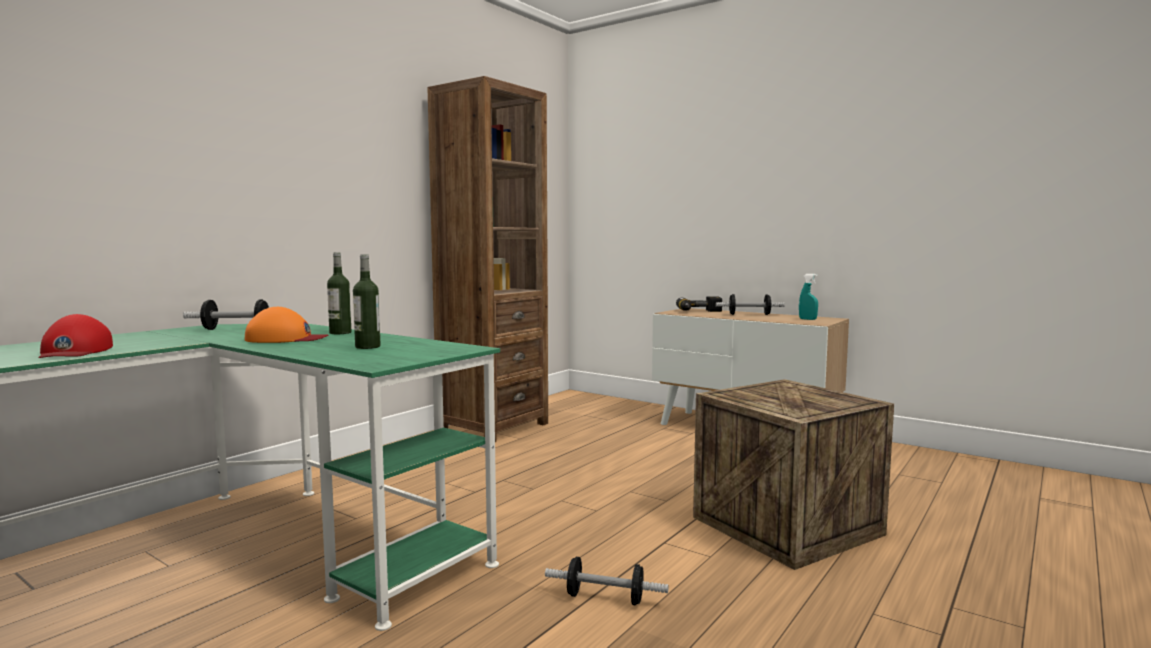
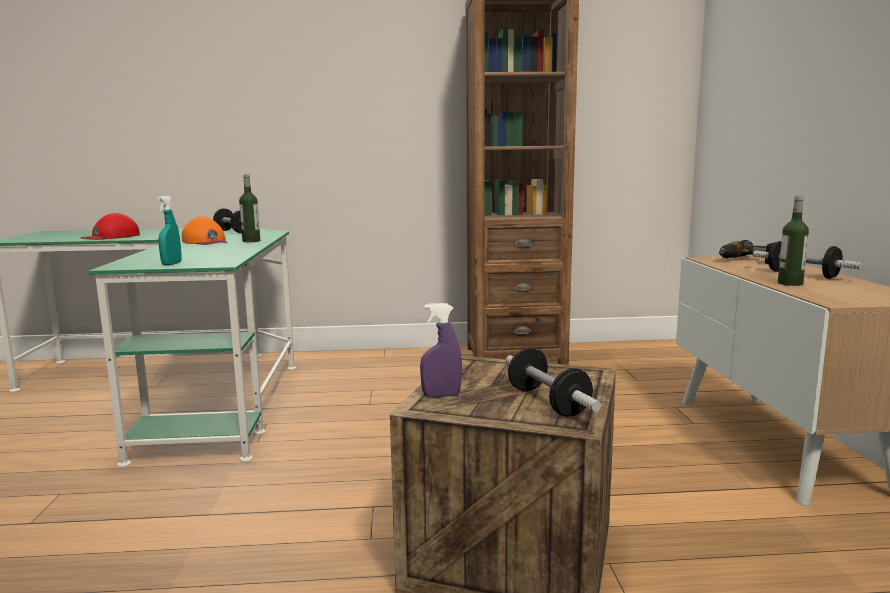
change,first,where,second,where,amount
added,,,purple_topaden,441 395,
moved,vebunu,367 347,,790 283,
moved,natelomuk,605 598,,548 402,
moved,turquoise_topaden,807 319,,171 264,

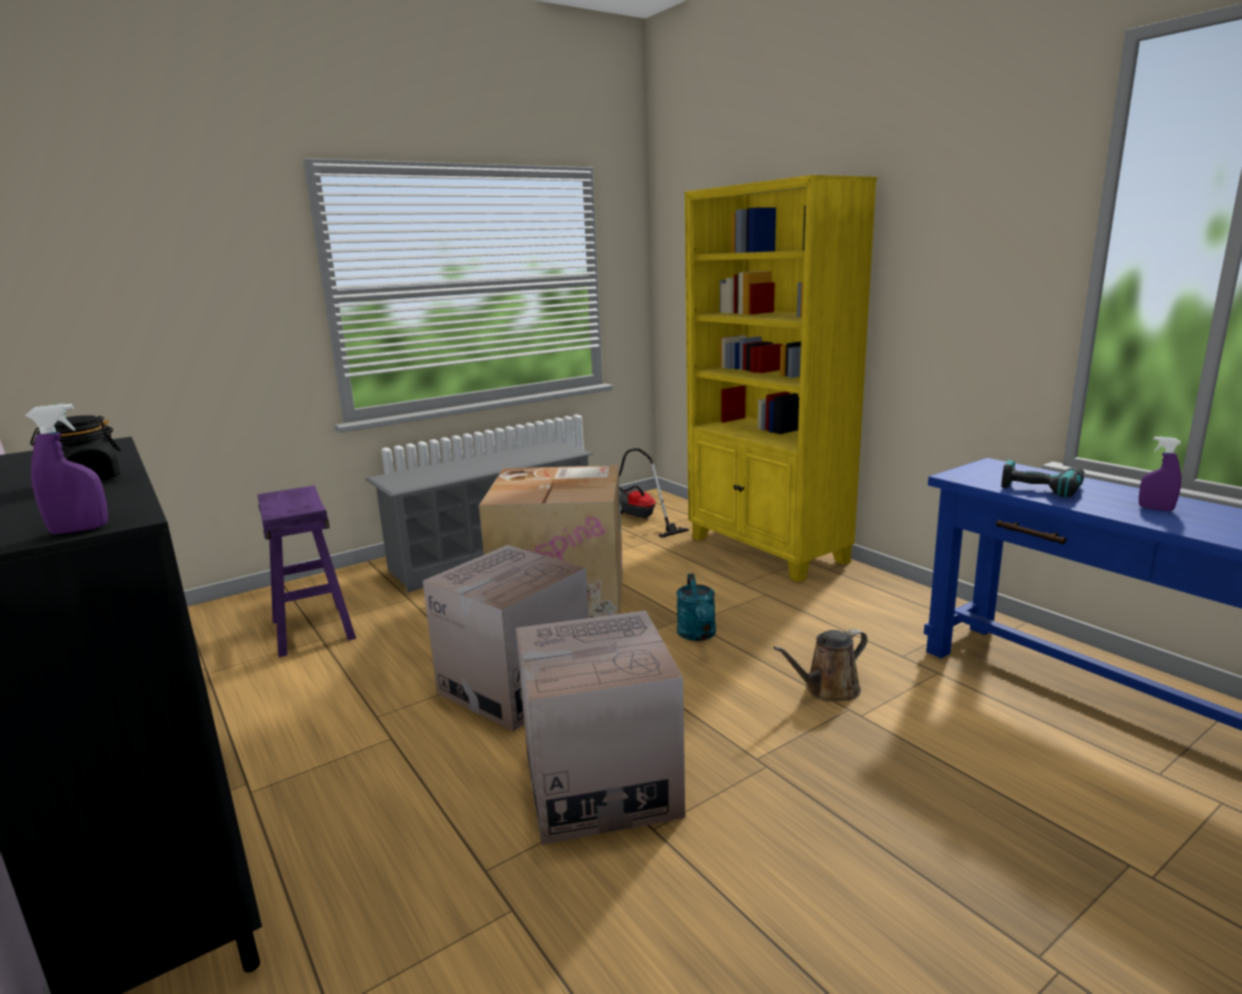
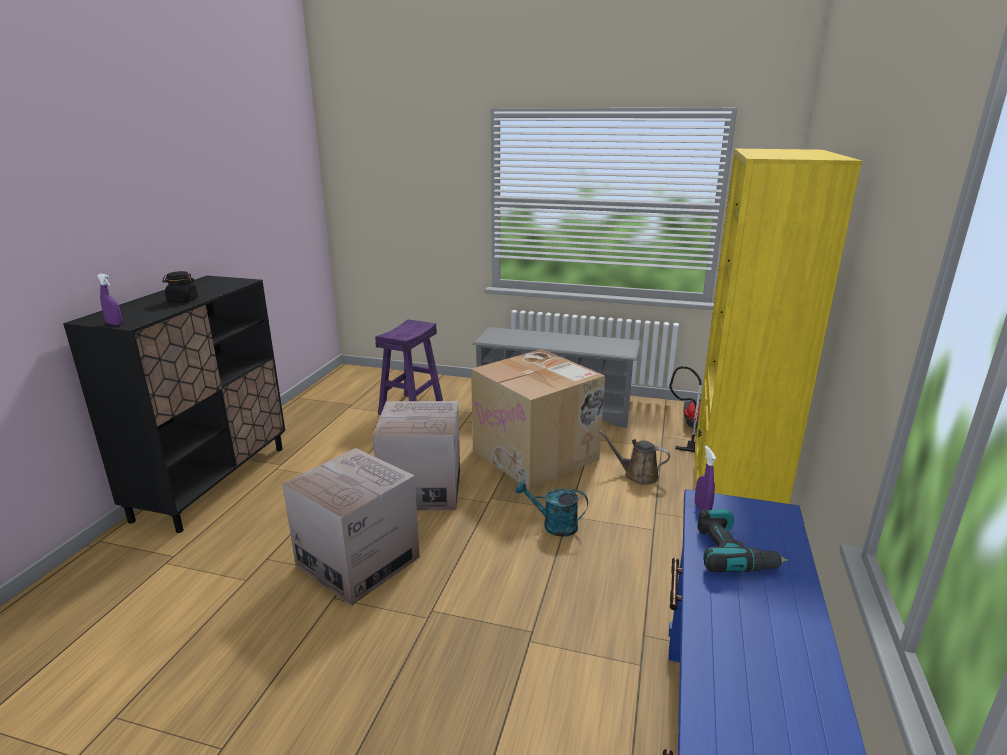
change,first,where,second,where,amount
moved,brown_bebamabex,828 690,,637 475,
moved,purple_topaden,1155 509,,702 509,
turned,turquoise_bebamabex,698 635,,553 525,60 degrees clockwise

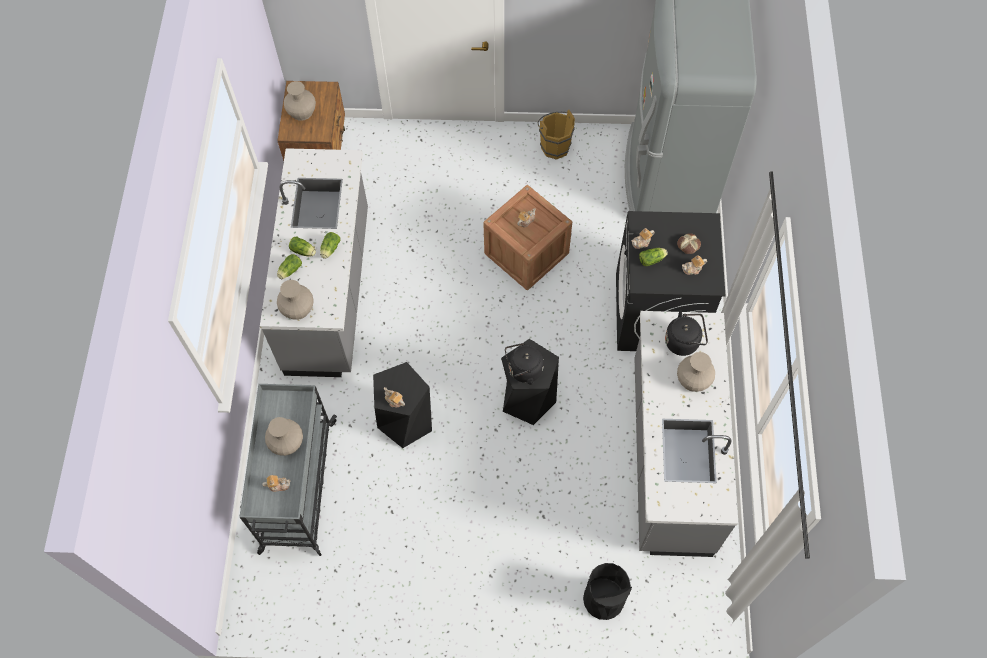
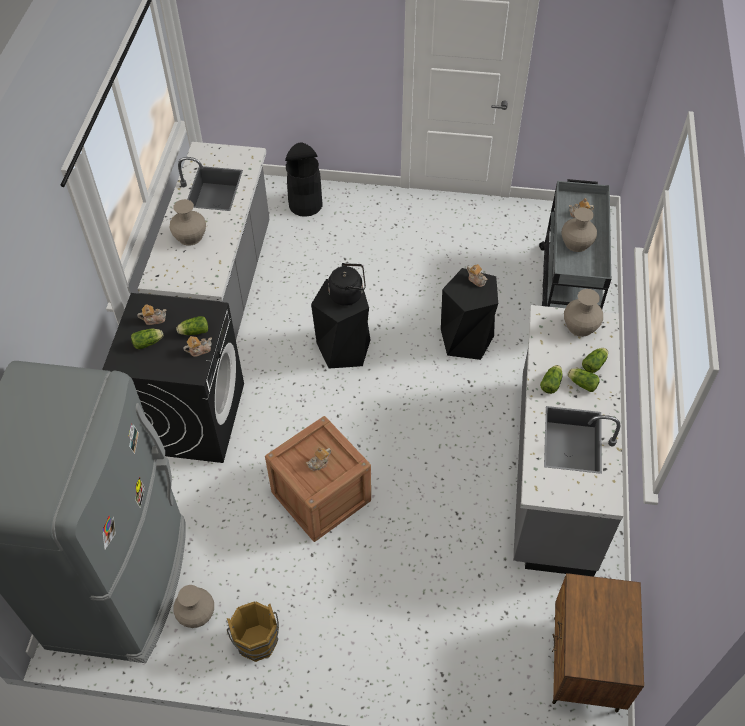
change,first,where,second,where,amount
removed,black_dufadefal,684 341,,,
moved,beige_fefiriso,302 111,,196 614,
replaced,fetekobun,688 245,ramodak,149 342,

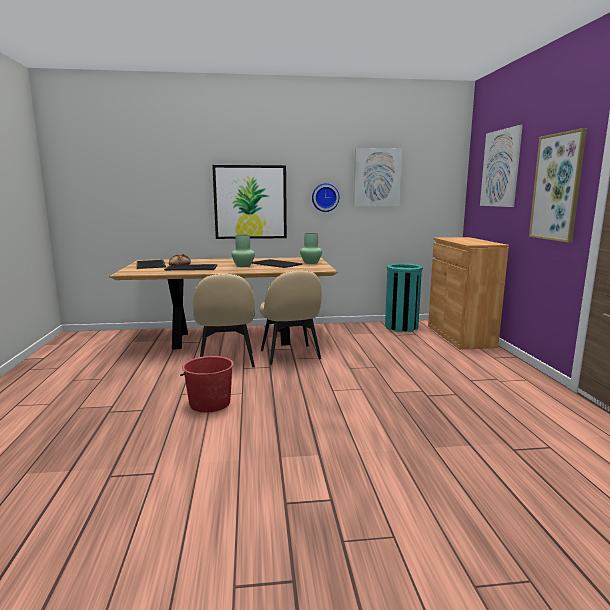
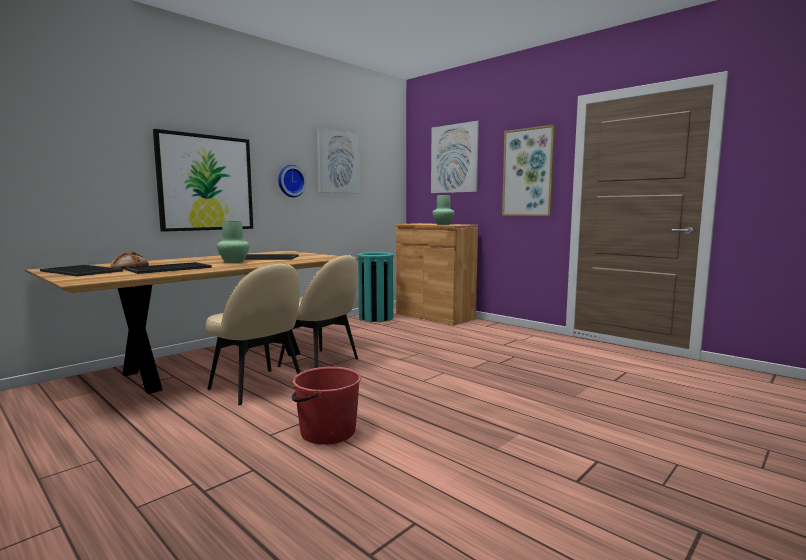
change,first,where,second,where,amount
moved,green_fefiriso,311 263,,443 224,

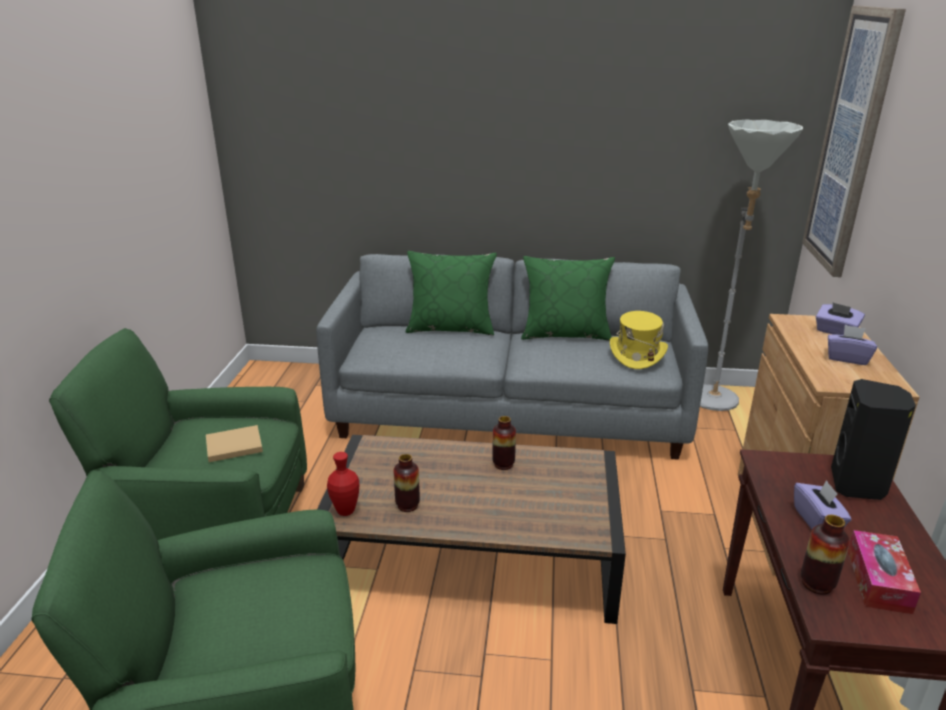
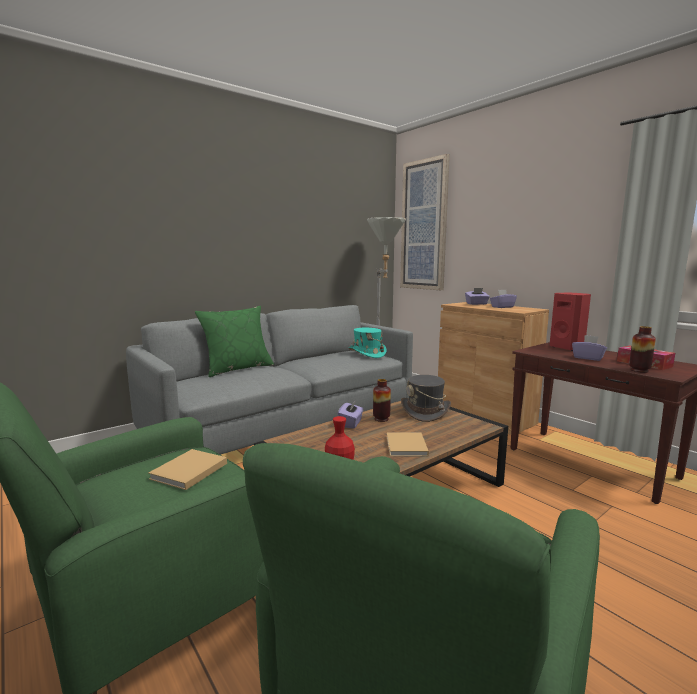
change,first,where,second,where,amount
removed,fefiriso,407 505,,,
removed,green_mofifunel,565 334,,,
added,,,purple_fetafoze,351 423,
added,,,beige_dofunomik,406 447,
added,,,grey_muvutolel,425 411,
recoloured,yellow_muvutolel,637 354,turquoise_muvutolel,367 354,
recoloured,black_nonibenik,858 485,red_nonibenik,567 348,

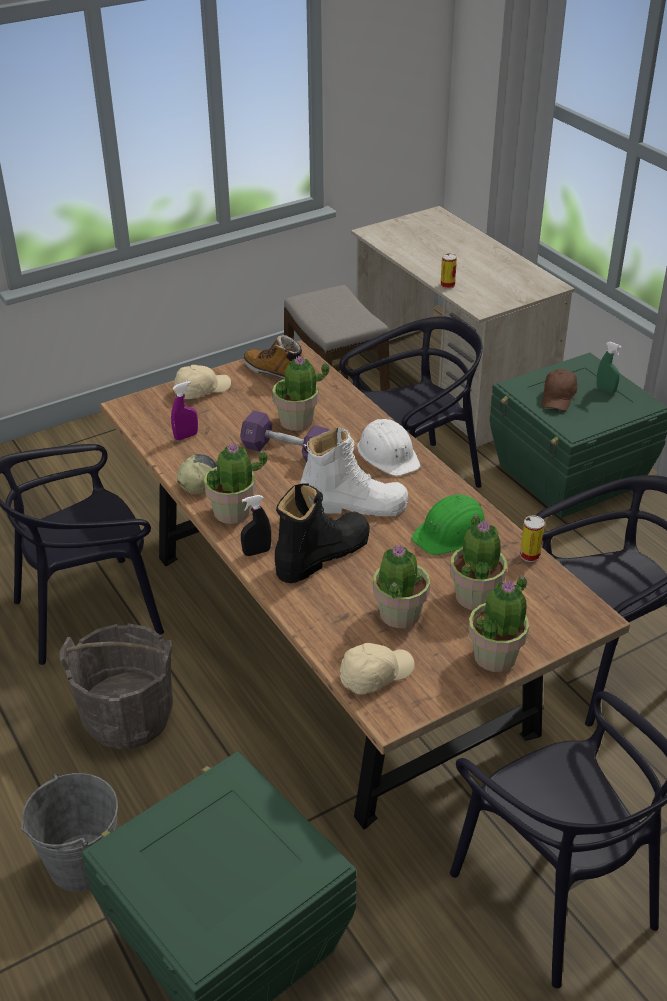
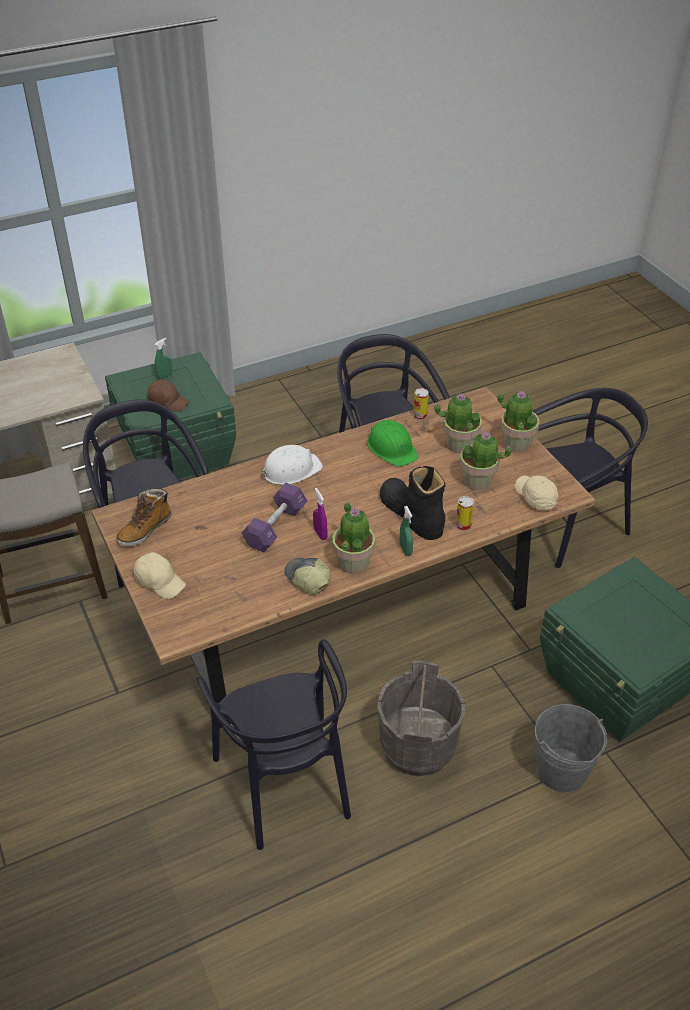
change,first,where,second,where,amount
removed,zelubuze,297 421,,,
removed,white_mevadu,354 505,,,
moved,purple_topaden,186 436,,320 534,
moved,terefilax,447 285,,463 525,
recoloured,black_topaden,257 552,green_topaden,405 549,
turned,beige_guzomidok,201 390,,160 581,150 degrees clockwise

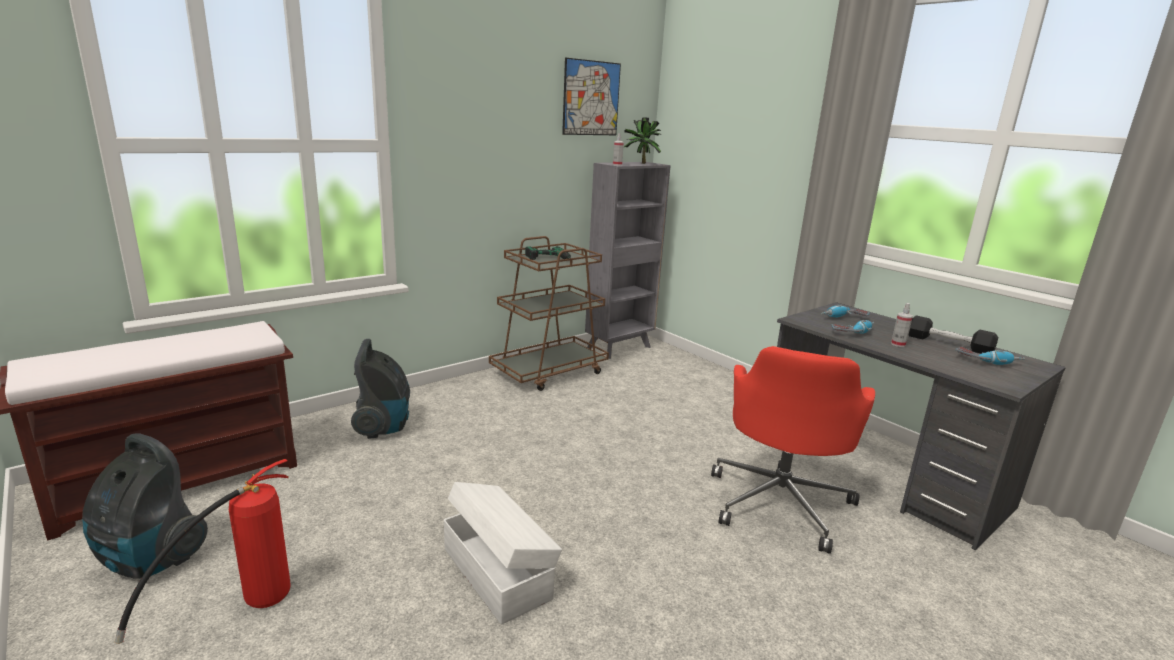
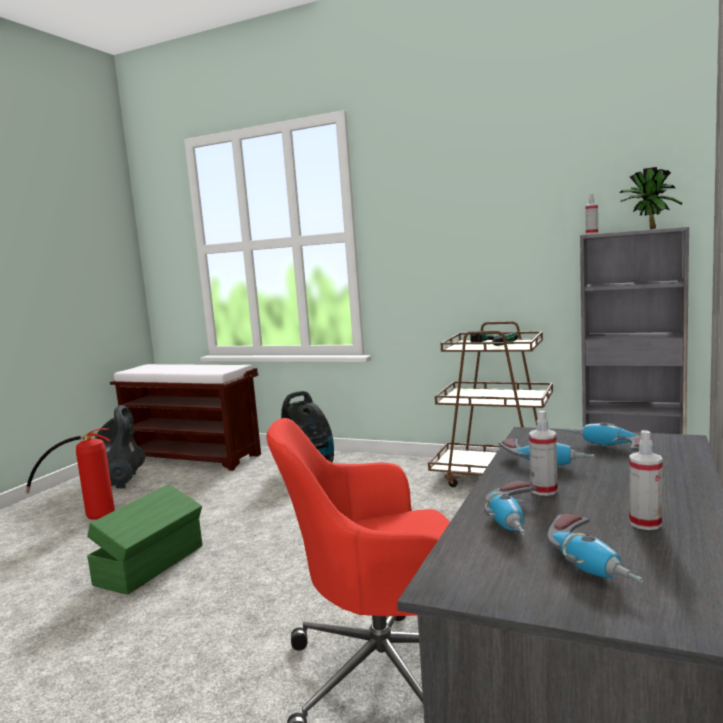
change,first,where,second,where,amount
removed,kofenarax,591 98,,,
added,,,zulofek,517 520,
replaced,black_natelomuk,948 344,topaden,645 523,
recoloured,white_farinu,497 572,green_farinu,152 564,

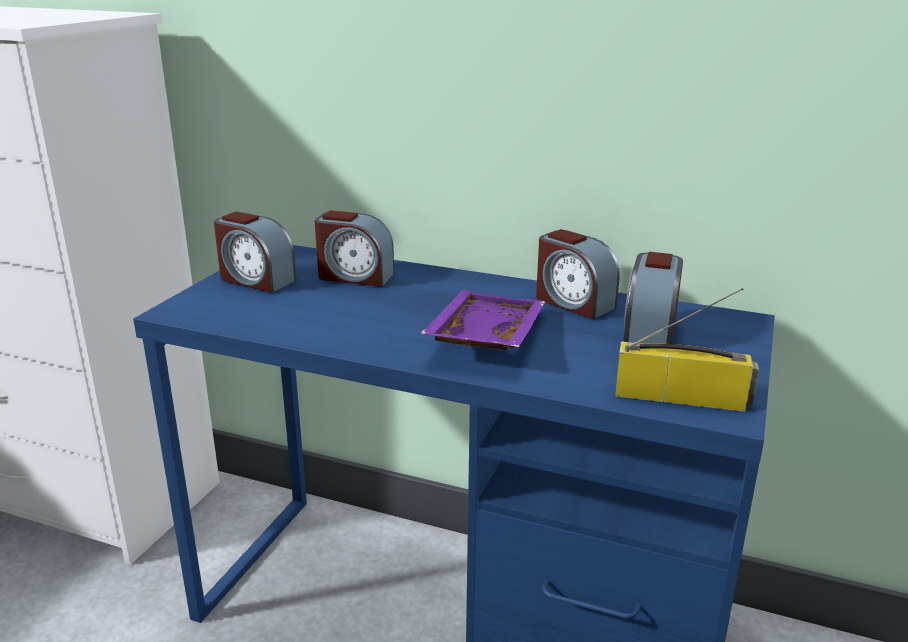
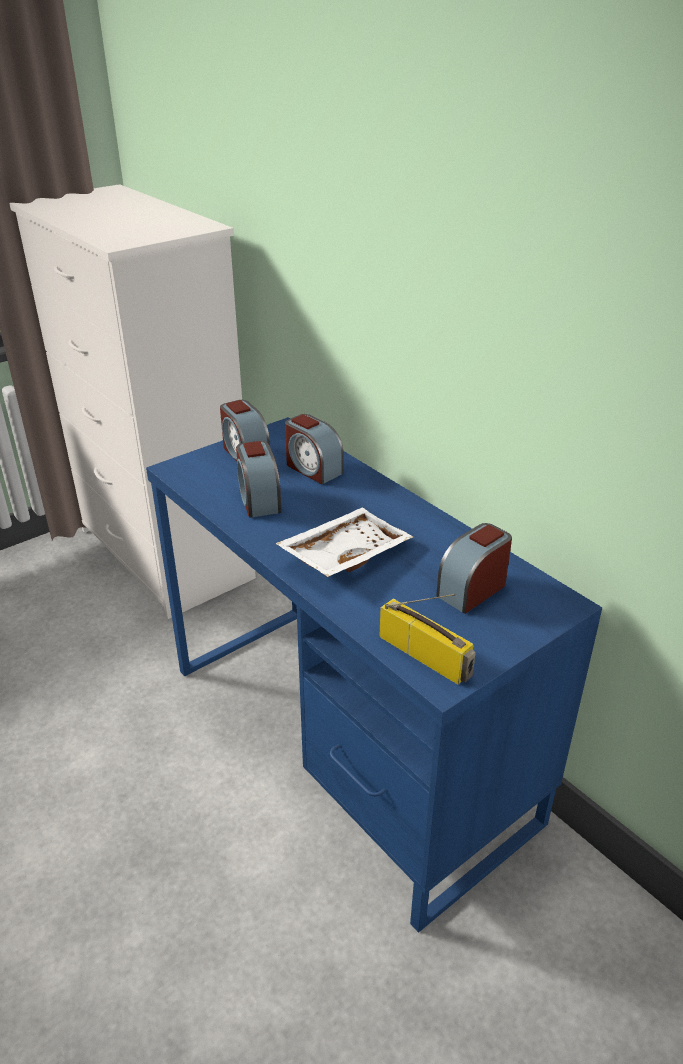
change,first,where,second,where,amount
moved,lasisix,573 303,,259 499,
recoloured,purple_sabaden,483 337,white_sabaden,344 554,

